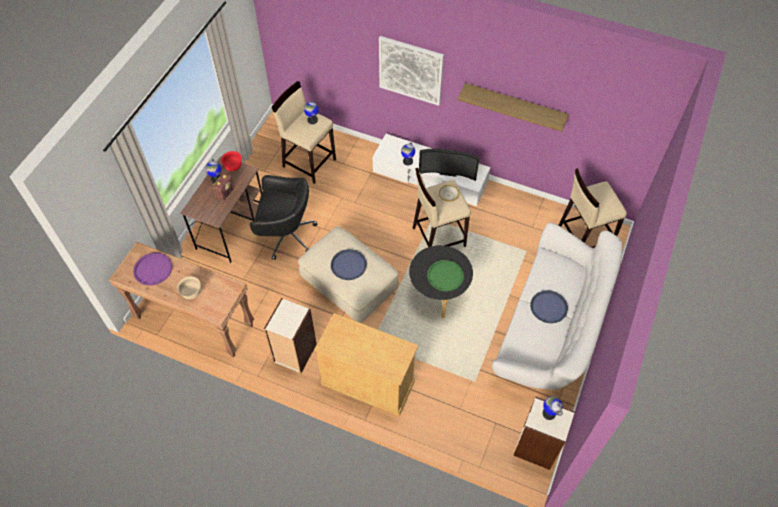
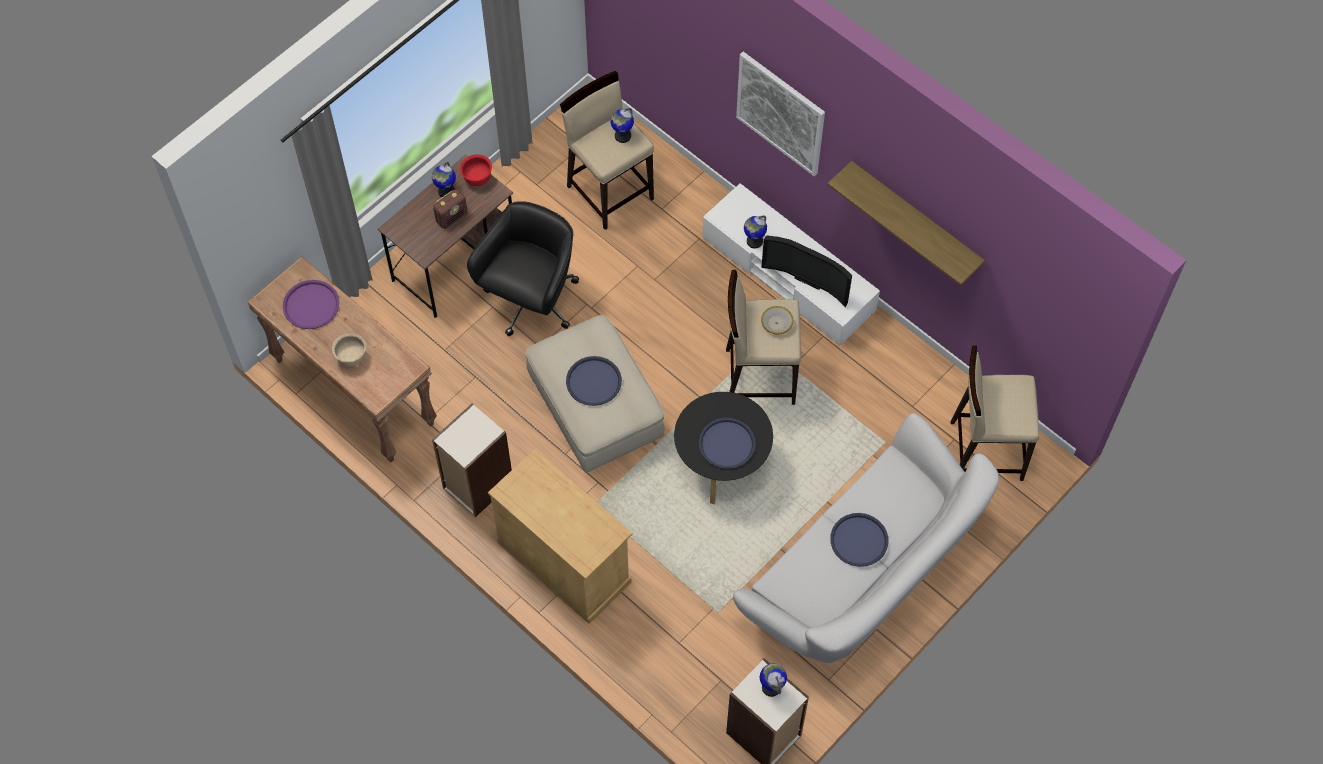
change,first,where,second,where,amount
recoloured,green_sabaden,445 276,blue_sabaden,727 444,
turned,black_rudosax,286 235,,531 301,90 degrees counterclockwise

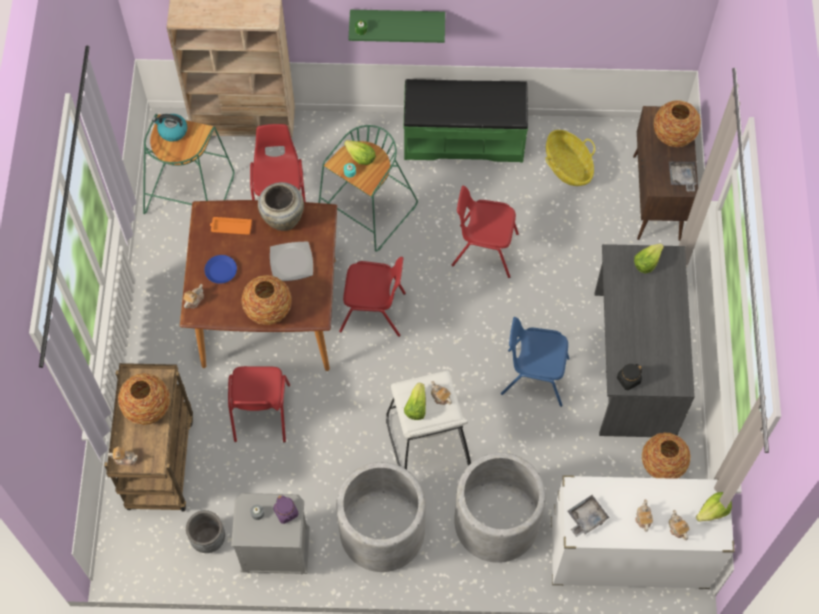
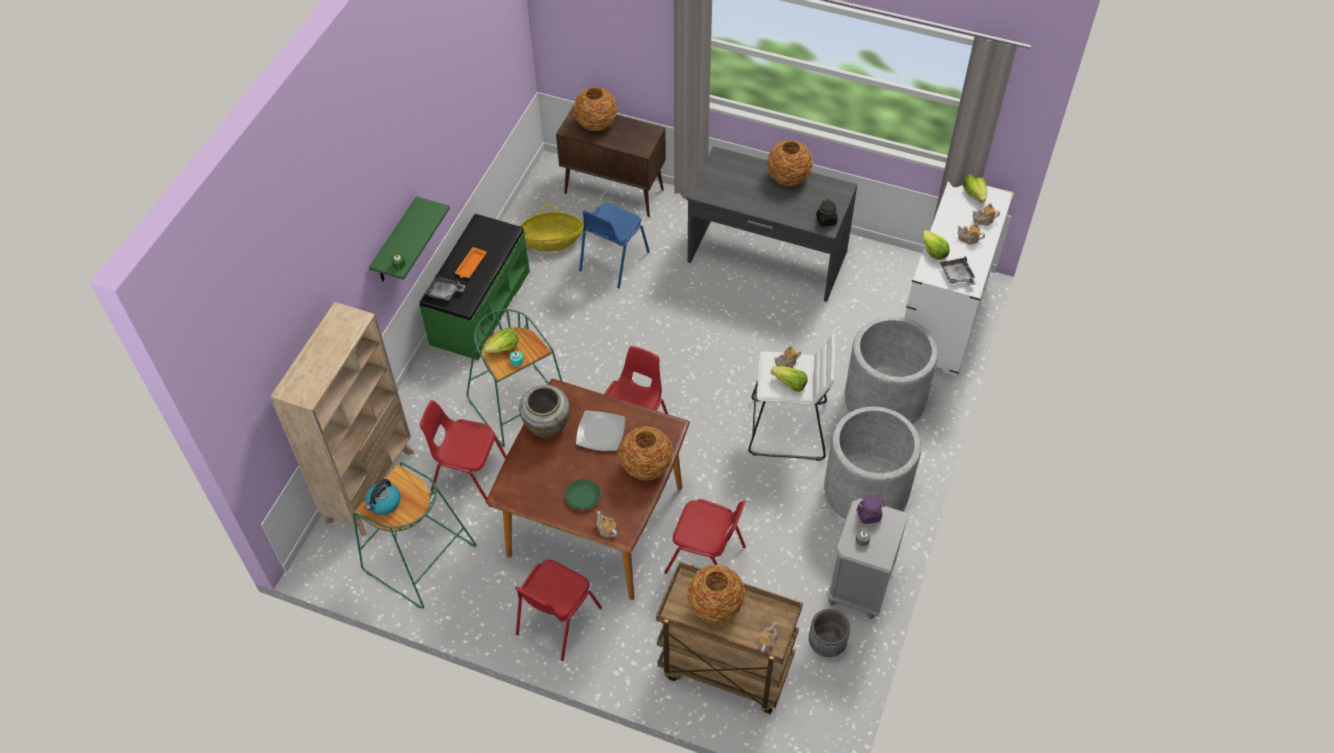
change,first,where,second,where,amount
moved,orange_sabaden,230 227,,470 265,
moved,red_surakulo,484 249,,557 621,
moved,blue_surakulo,534 376,,613 261,
moved,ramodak,647 262,,933 251,
moved,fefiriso,662 464,,788 178,
moved,grey_sabaden,682 178,,445 292,
recoloured,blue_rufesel,221 271,green_rufesel,583 496,

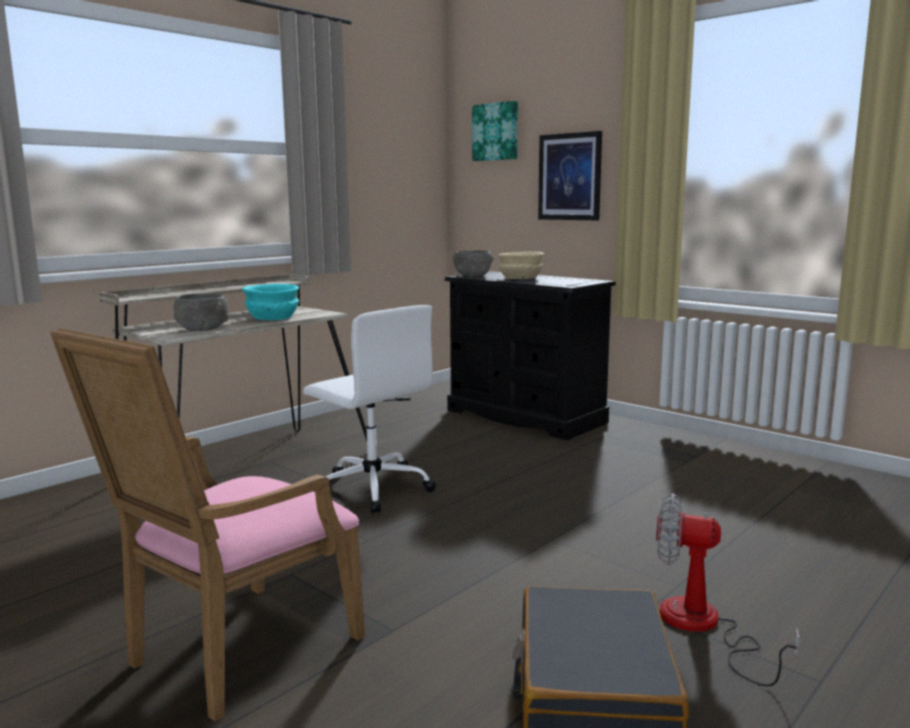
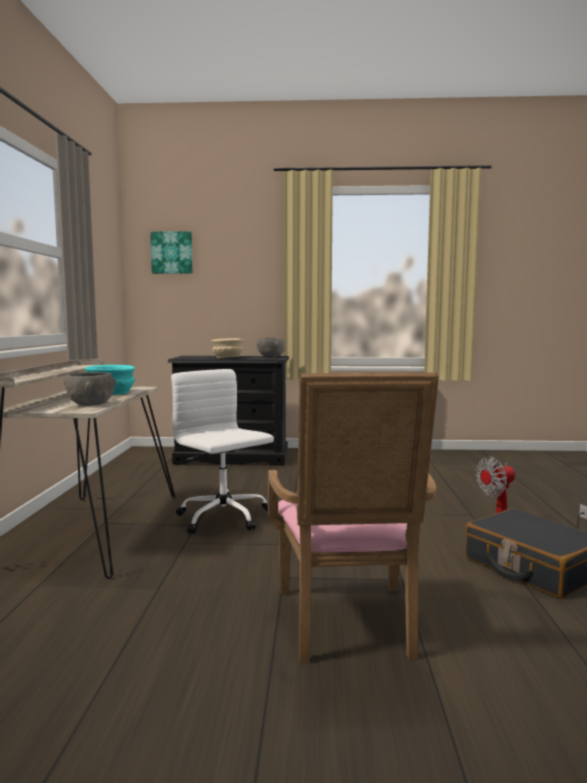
change,first,where,second,where,amount
removed,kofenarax,569 177,,,
moved,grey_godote,472 276,,271 356,
turned,white_rudosax,371 488,,224 518,135 degrees counterclockwise

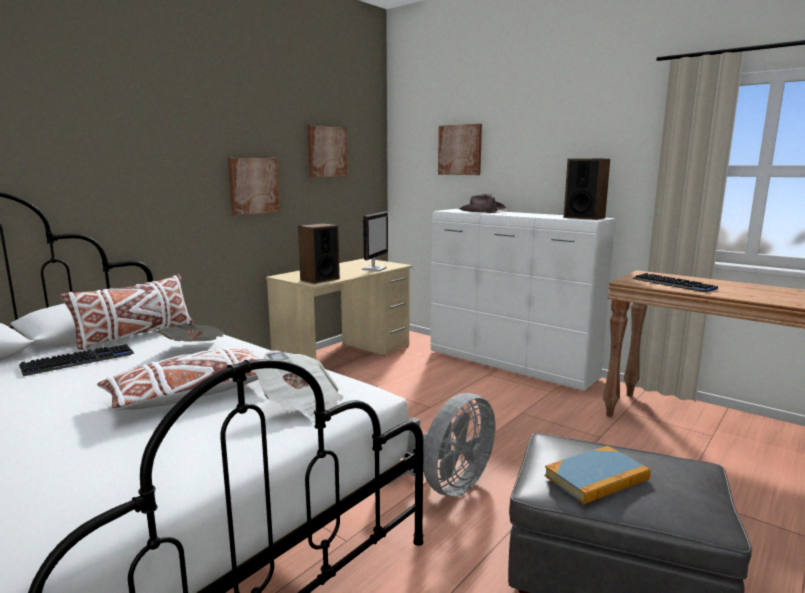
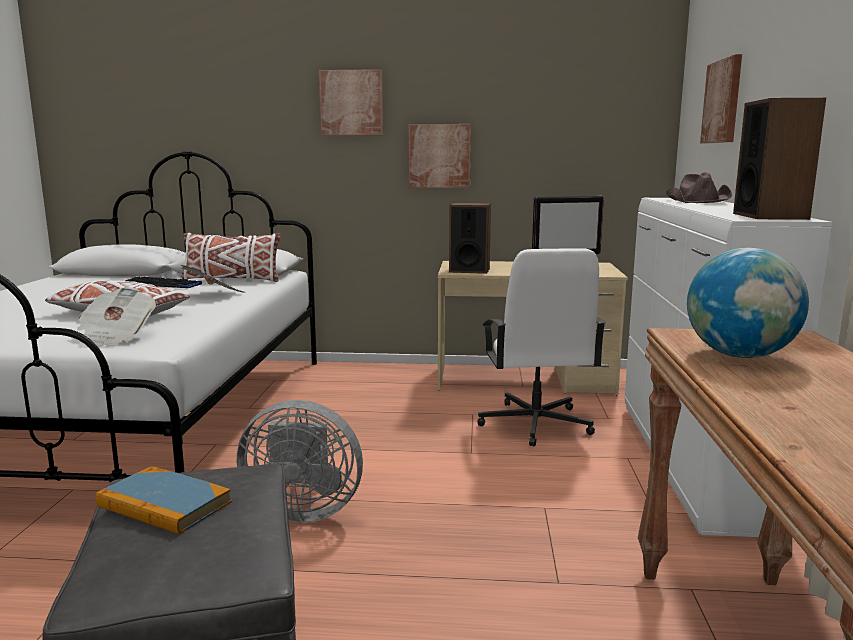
change,first,where,second,where,amount
added,,,white_rudosax,535 424,
moved,kofenarax,326 152,,351 103,
replaced,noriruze,673 284,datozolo,740 355,

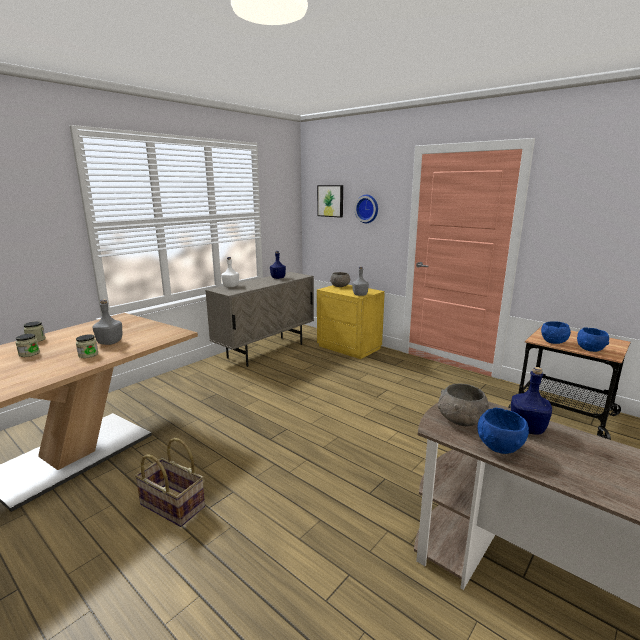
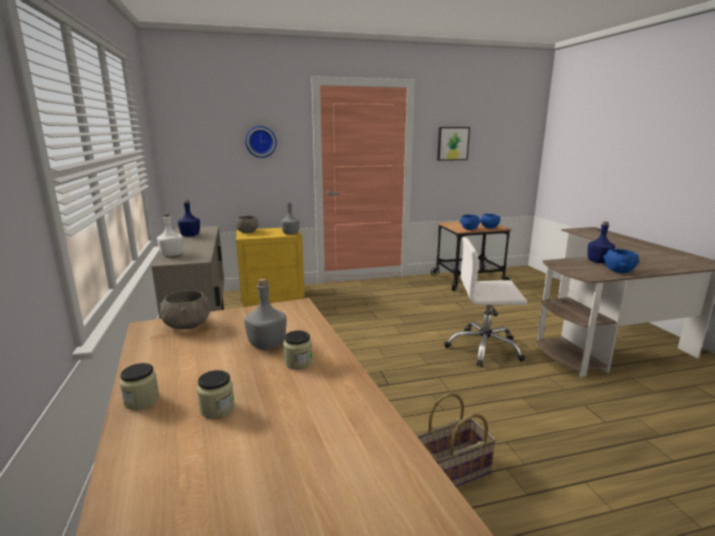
change,first,where,second,where,amount
added,,,white_rudosax,484 348,
moved,kofenarax,331 201,,452 143,
moved,grey_godote,461 420,,187 325,

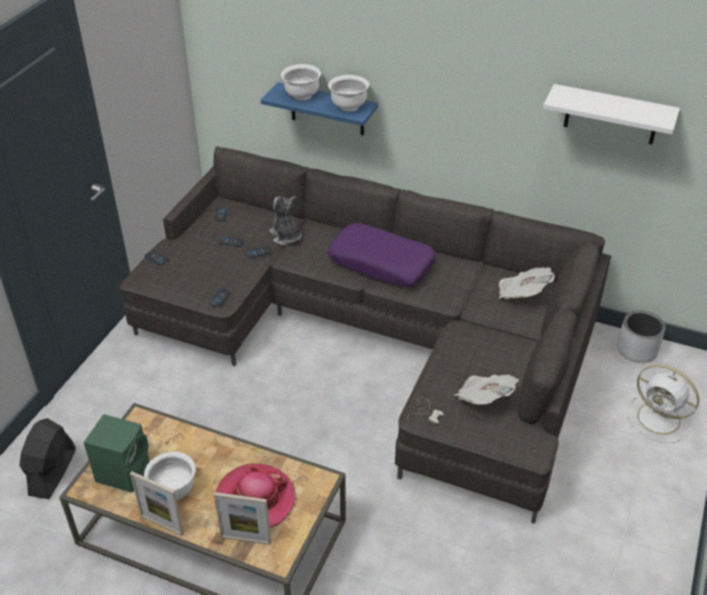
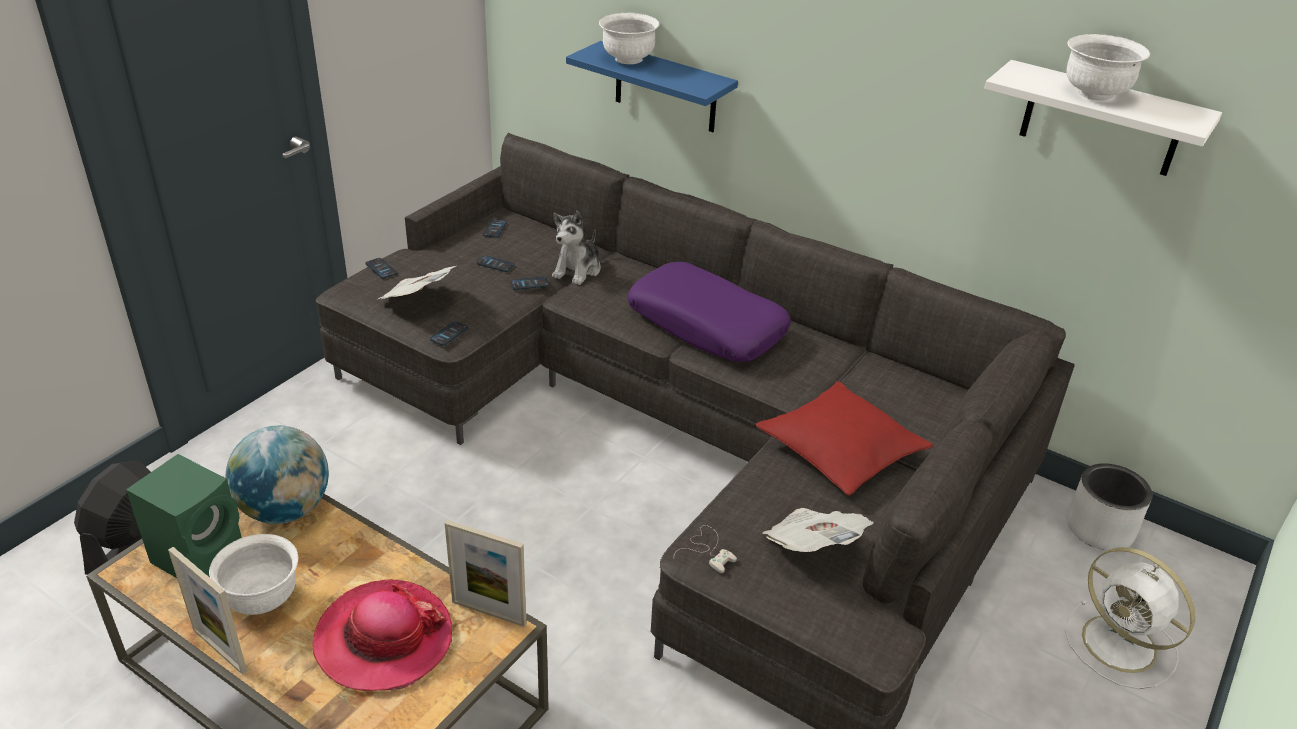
change,first,where,second,where,amount
added,,,datozolo,285 510,
added,,,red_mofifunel,840 450,
moved,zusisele,245 539,,489 612,
moved,white_godote,348 106,,1094 93,
moved,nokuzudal,522 293,,418 300,
turned,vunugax,286 236,,578 270,135 degrees counterclockwise

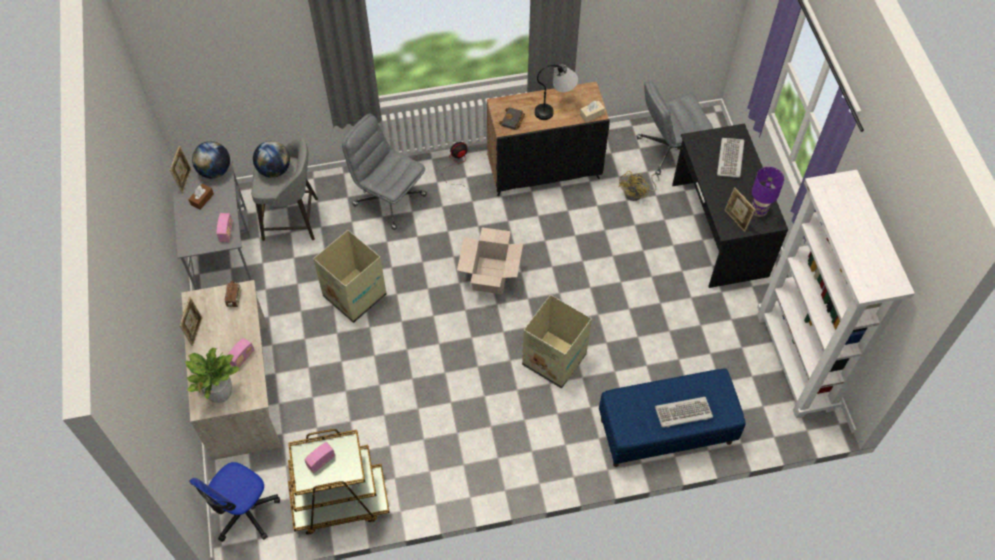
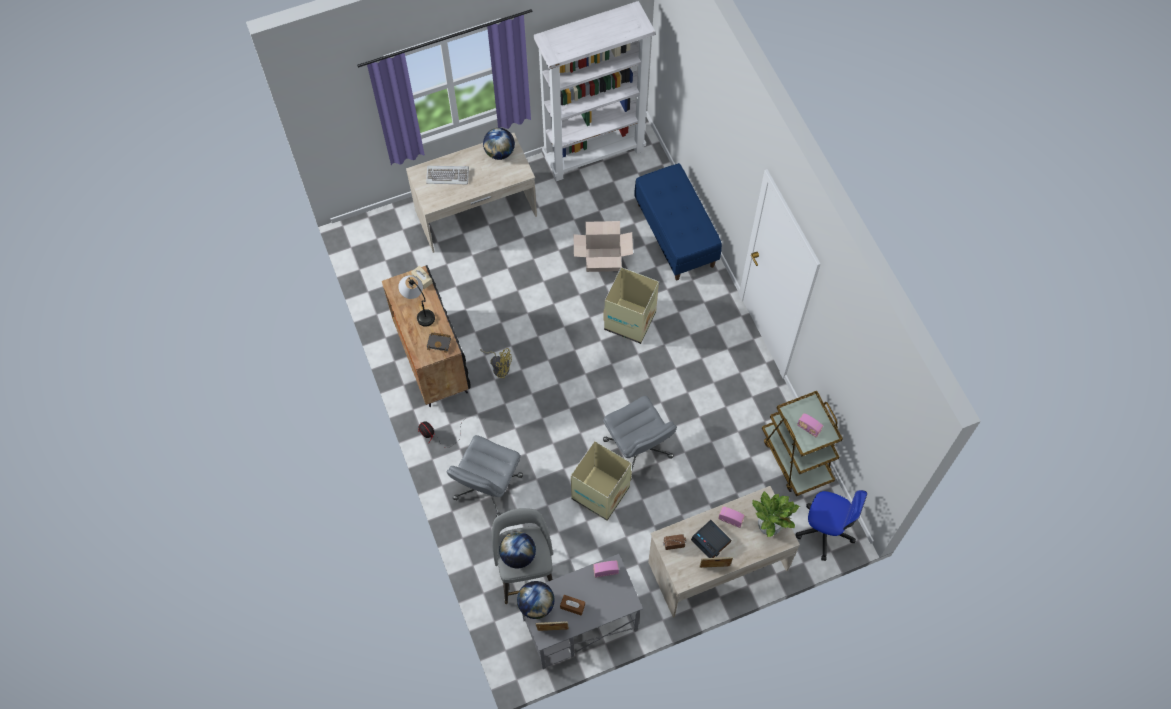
change,first,where,second,where,amount
removed,noriruze,683 413,,,
removed,zusisele,736 220,,,
added,,,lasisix,711 541,
moved,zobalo,491 276,,603 259,
moved,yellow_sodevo,637 193,,499 367,
moved,grey_rudosax,669 150,,638 449,
replaced,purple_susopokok,759 211,datozolo,500 152,
recoloured,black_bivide,718 230,beige_bivide,476 214,

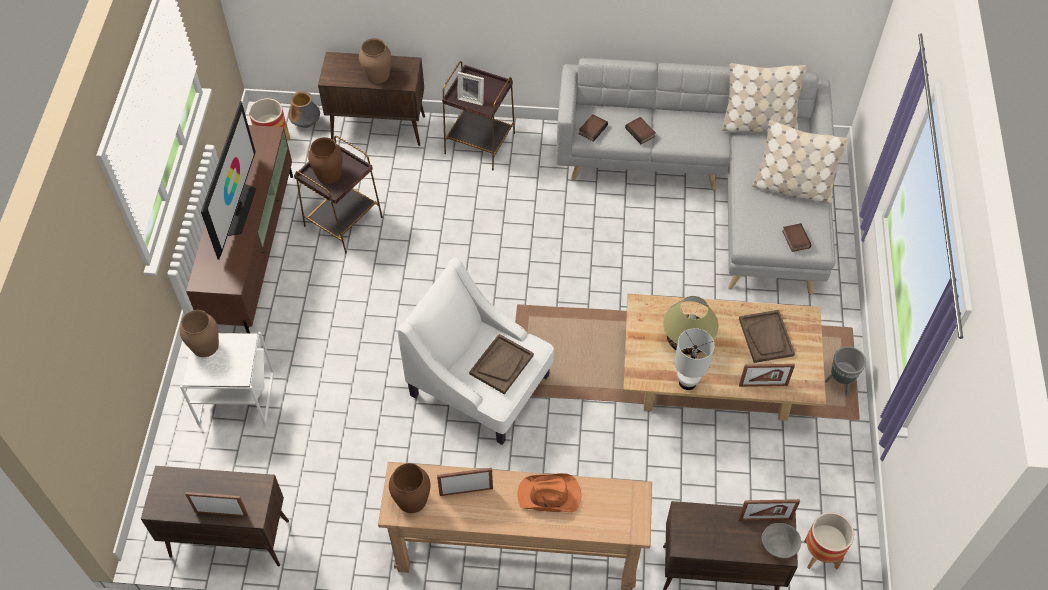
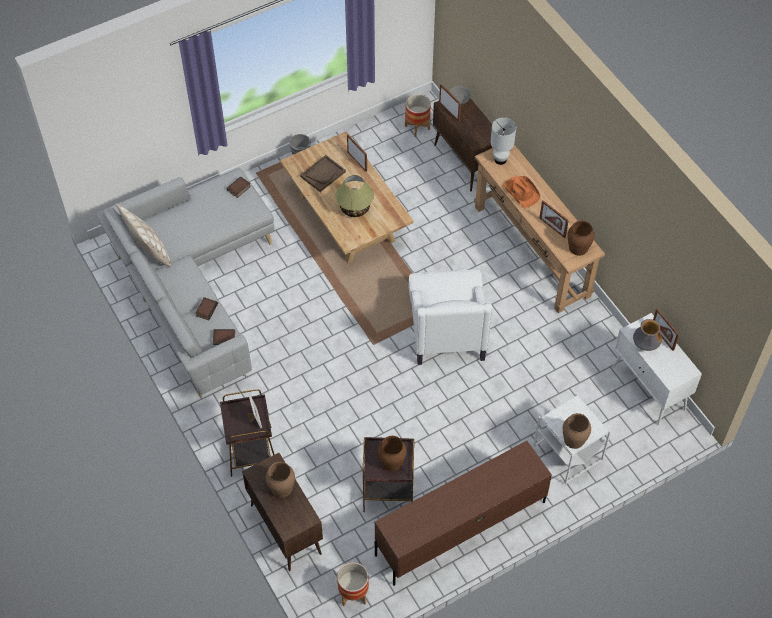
change,first,where,second,where,amount
removed,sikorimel,237 209,,,
removed,brown_sabaden,501 364,,,
removed,beige_mofifunel,792 187,,,
moved,fefiriso,306 124,,645 345,
moved,white_susopokok,687 382,,500 160,
recoloured,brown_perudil,228 539,white_perudil,649 389,

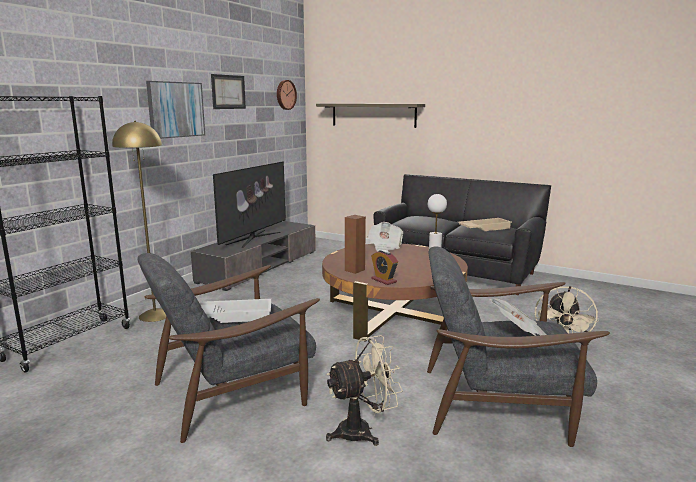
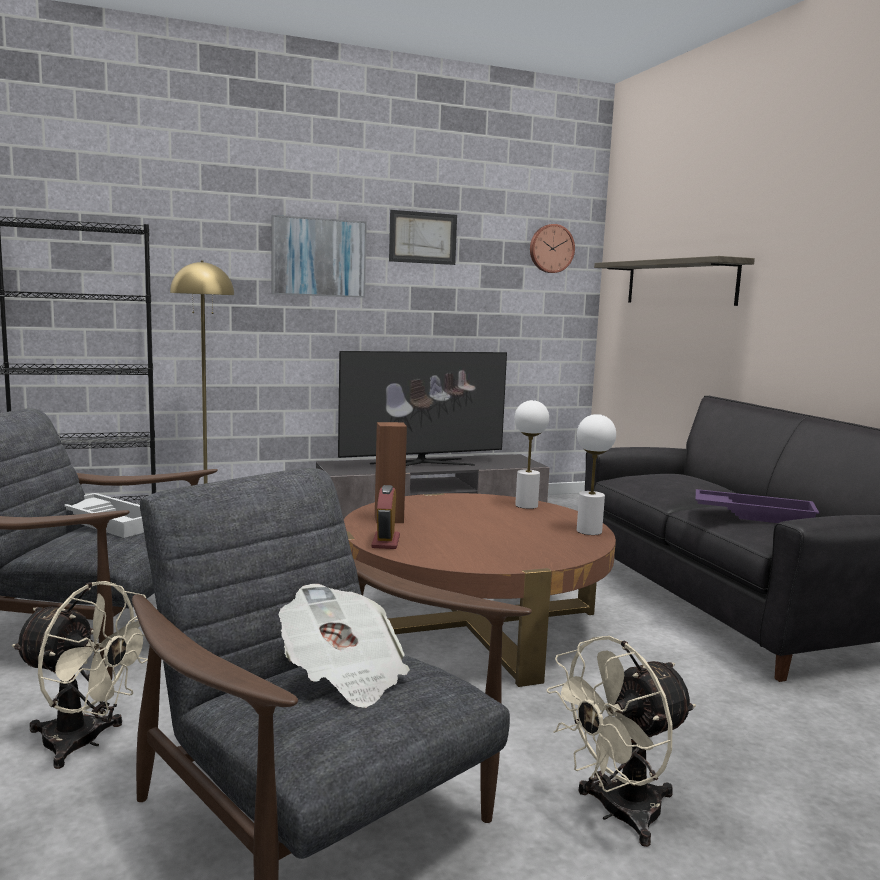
change,first,where,second,where,amount
replaced,nokuzudal,384 247,white_susopokok,526 505,
recoloured,beige_sabaden,484 228,purple_sabaden,754 515,

